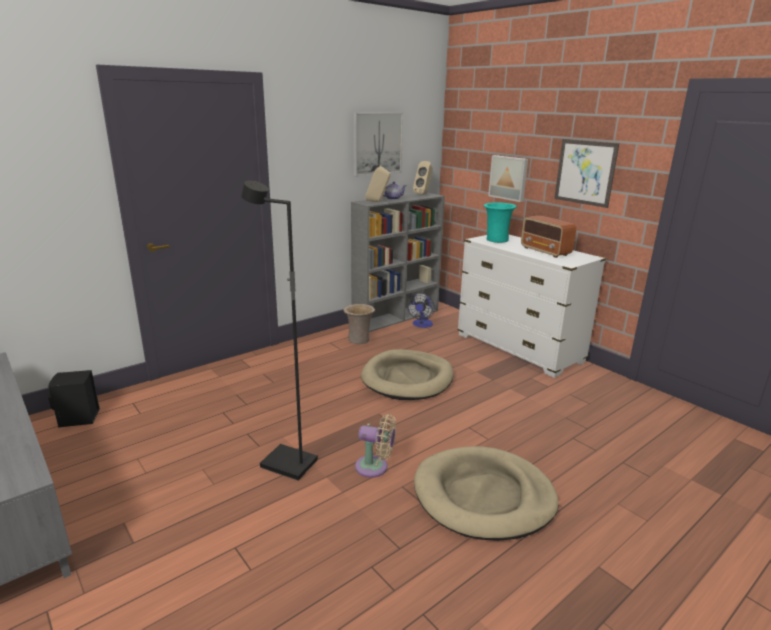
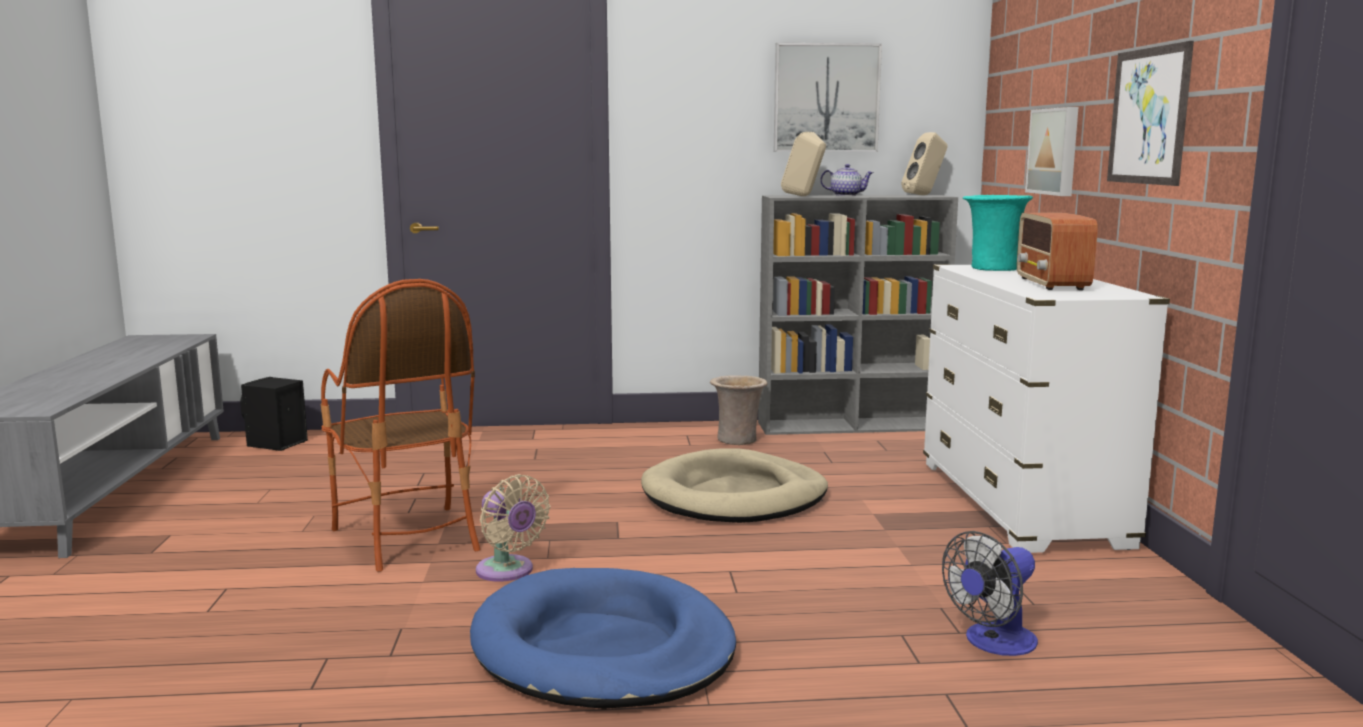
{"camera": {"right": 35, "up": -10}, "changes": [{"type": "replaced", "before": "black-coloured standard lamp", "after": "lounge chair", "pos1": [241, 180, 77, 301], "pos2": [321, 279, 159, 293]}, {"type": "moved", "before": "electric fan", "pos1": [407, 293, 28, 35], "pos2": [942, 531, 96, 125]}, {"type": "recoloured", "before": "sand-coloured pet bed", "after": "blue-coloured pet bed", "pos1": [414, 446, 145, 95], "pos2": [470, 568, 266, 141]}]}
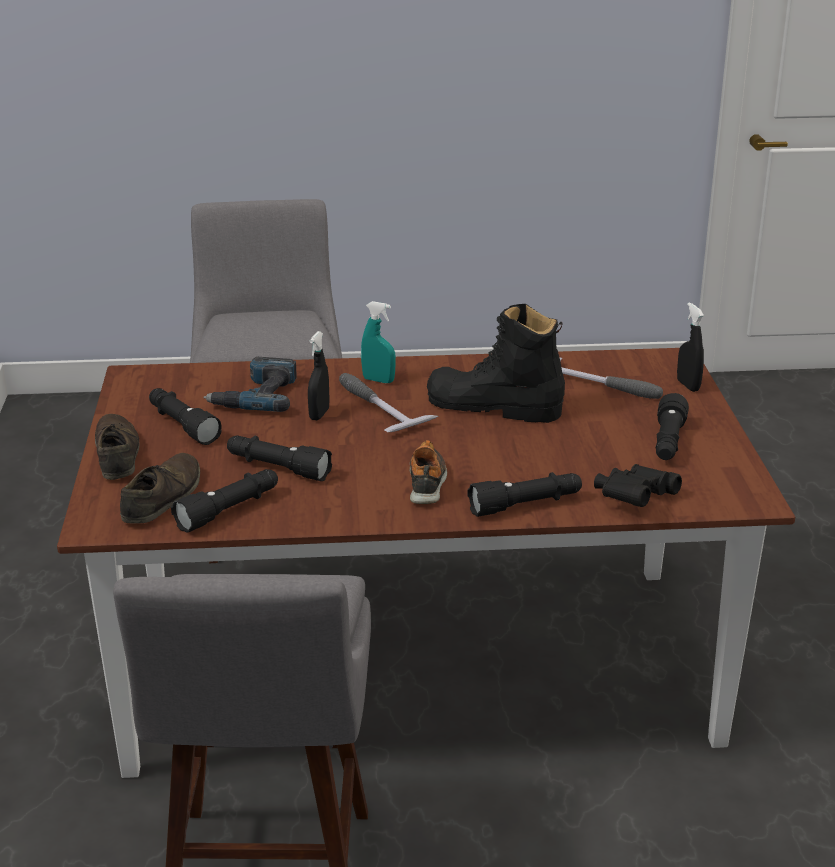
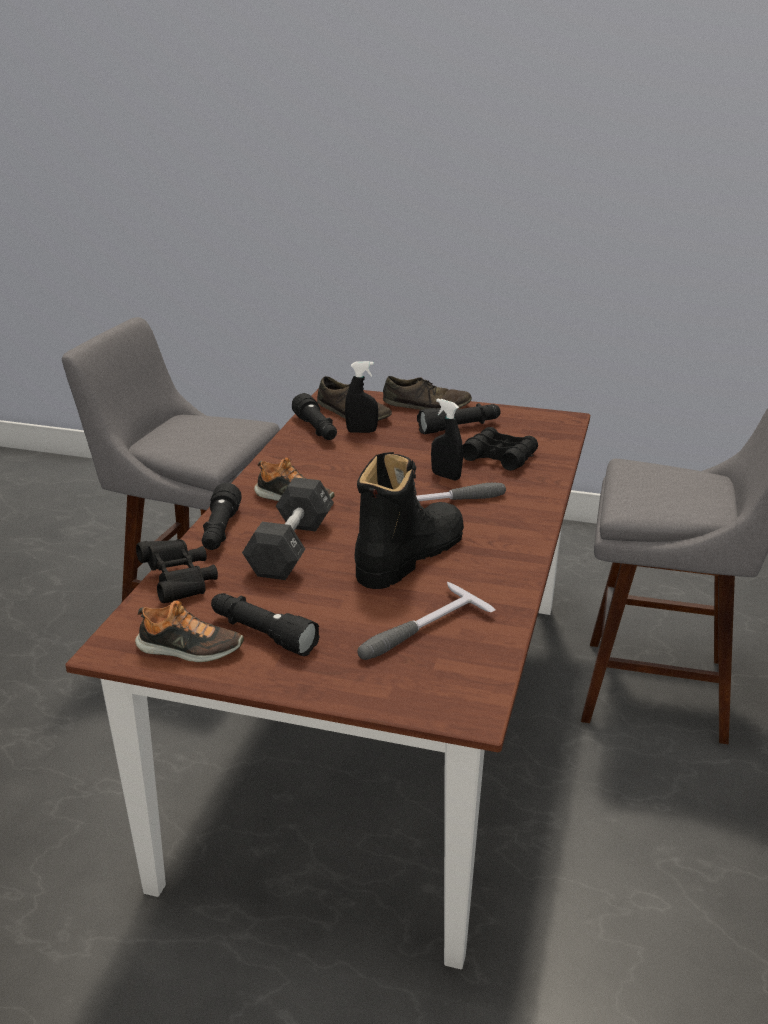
{"camera": {"right": 110, "up": 0}, "changes": [{"type": "removed", "before": "turquoise-coloured spray bottle", "pos1": [361, 301, 35, 82]}, {"type": "moved", "before": "black-coloured spray bottle", "pos1": [677, 302, 27, 90], "pos2": [345, 361, 33, 72]}, {"type": "replaced", "before": "power drill", "after": "black-coloured field glasses", "pos1": [203, 357, 94, 55], "pos2": [463, 427, 75, 44]}, {"type": "removed", "before": "black-coloured flashlight", "pos1": [227, 435, 105, 46]}, {"type": "added", "after": "black-coloured hand weight", "pos2": [242, 477, 92, 103]}, {"type": "added", "after": "item of footwear", "pos2": [135, 601, 109, 61]}]}
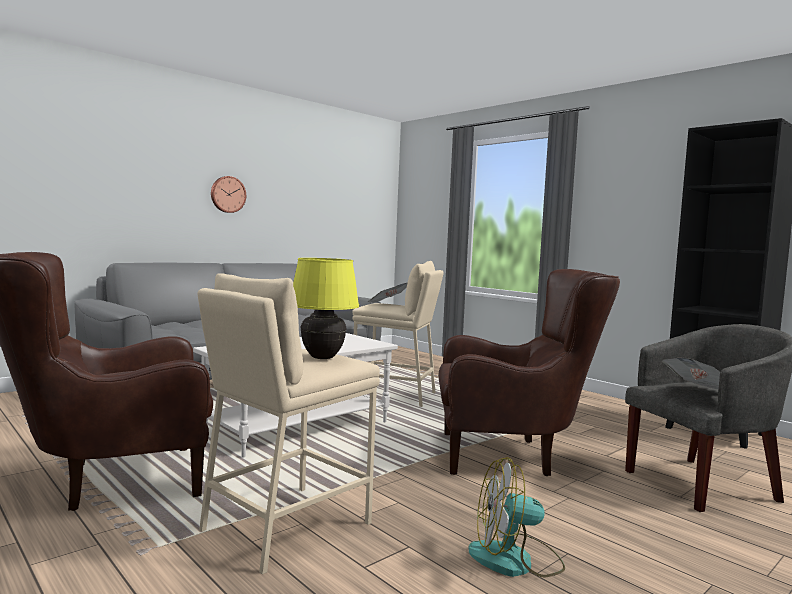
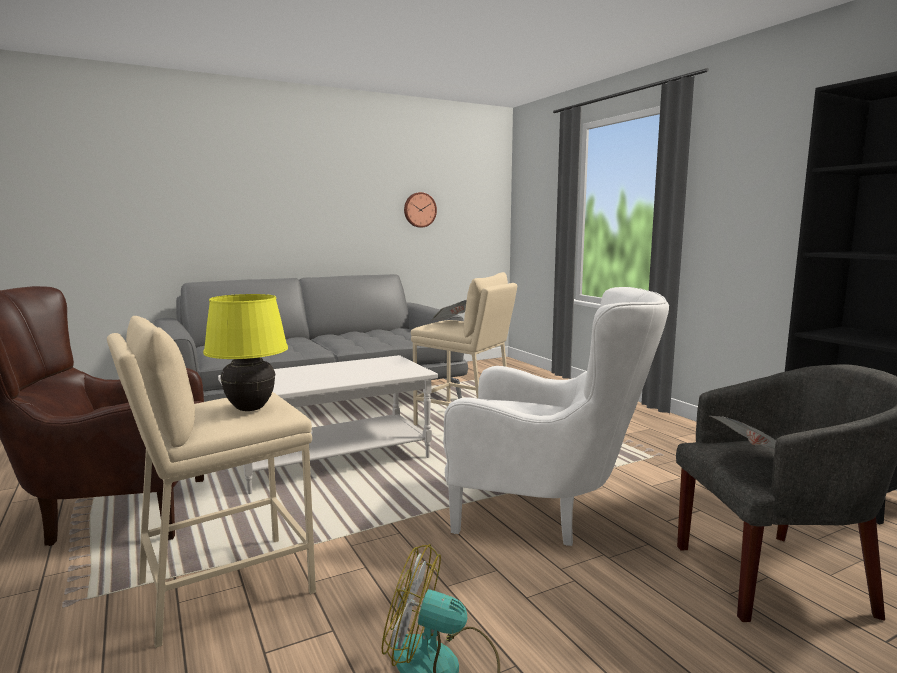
{"camera": {"right": 15, "up": 5}, "changes": [{"type": "moved", "before": "clock on the wall", "pos1": [211, 176, 35, 37], "pos2": [404, 192, 33, 35]}, {"type": "recoloured", "before": "brown-coloured lounge chair", "after": "whitish lounge chair", "pos1": [439, 269, 181, 207], "pos2": [443, 287, 226, 259]}]}
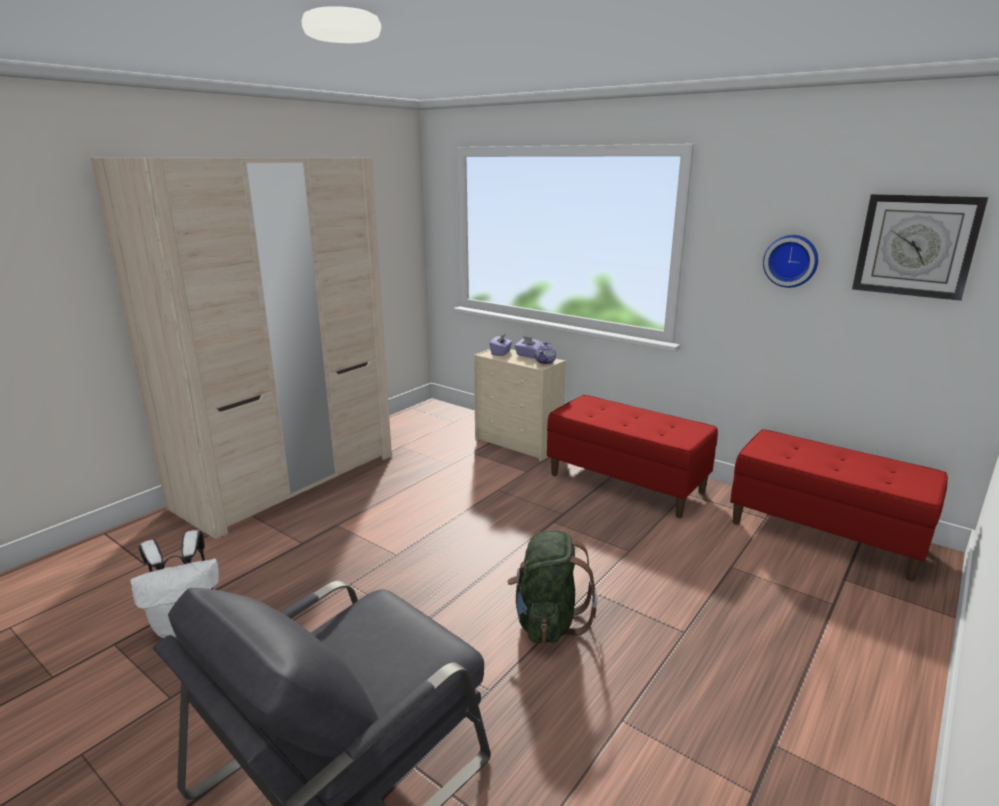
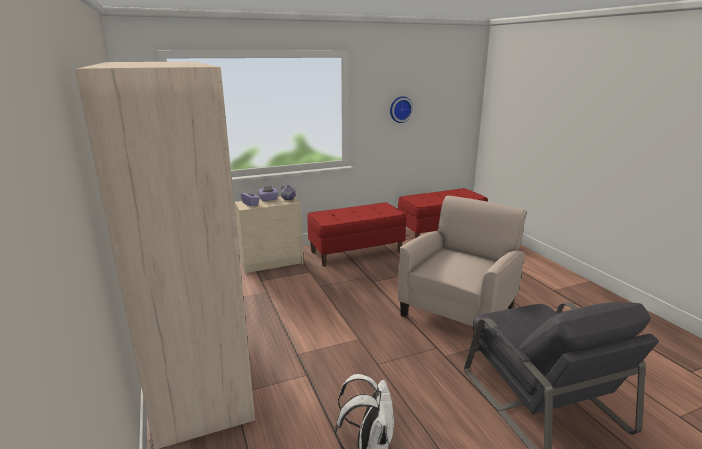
{"camera": {"right": -60, "up": 0}, "changes": [{"type": "removed", "before": "clock on the wall", "pos1": [852, 194, 136, 107]}, {"type": "replaced", "before": "green backpack", "after": "sand-coloured lounge chair", "pos1": [507, 530, 90, 114], "pos2": [398, 196, 129, 130]}]}
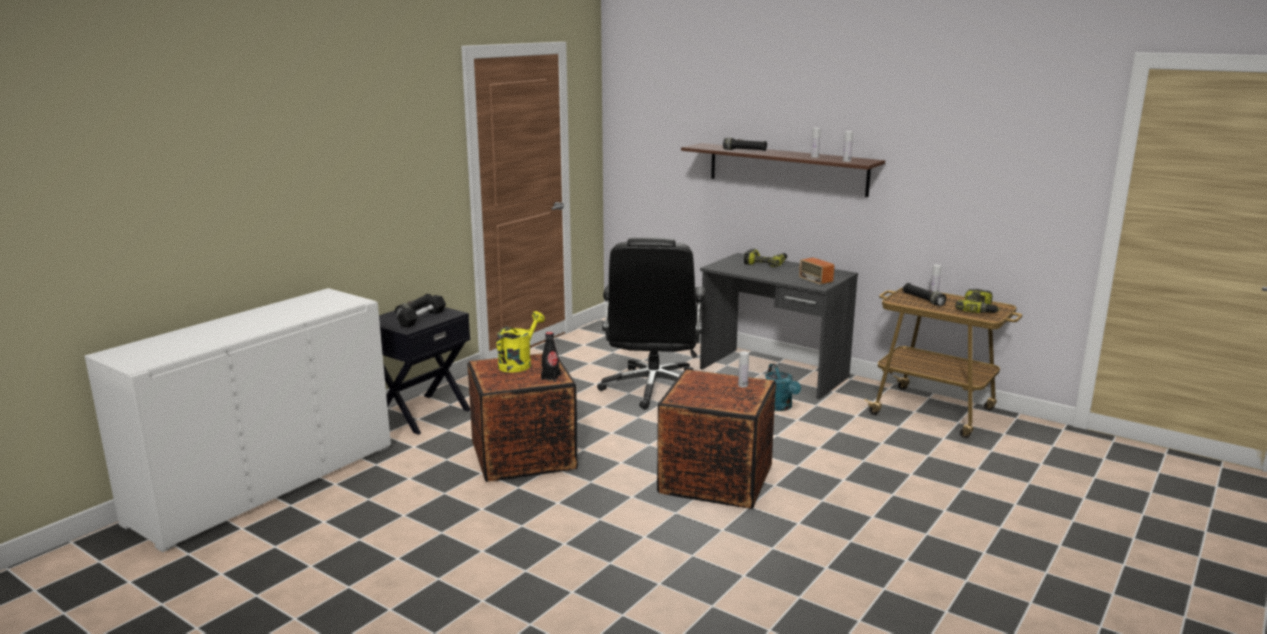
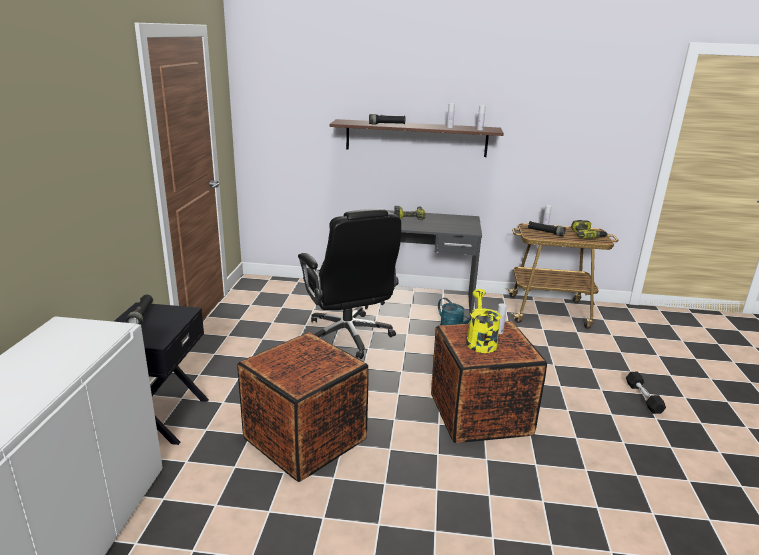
{"camera": {"right": -30, "up": 5}, "changes": [{"type": "removed", "before": "radio", "pos1": [793, 258, 41, 27]}, {"type": "moved", "before": "black-coloured hand weight", "pos1": [397, 295, 49, 33], "pos2": [626, 372, 40, 42]}, {"type": "moved", "before": "yellow-coloured sprinkling can", "pos1": [497, 311, 48, 61], "pos2": [466, 289, 35, 64]}, {"type": "removed", "before": "black-coloured drink bottle", "pos1": [541, 332, 19, 49]}]}
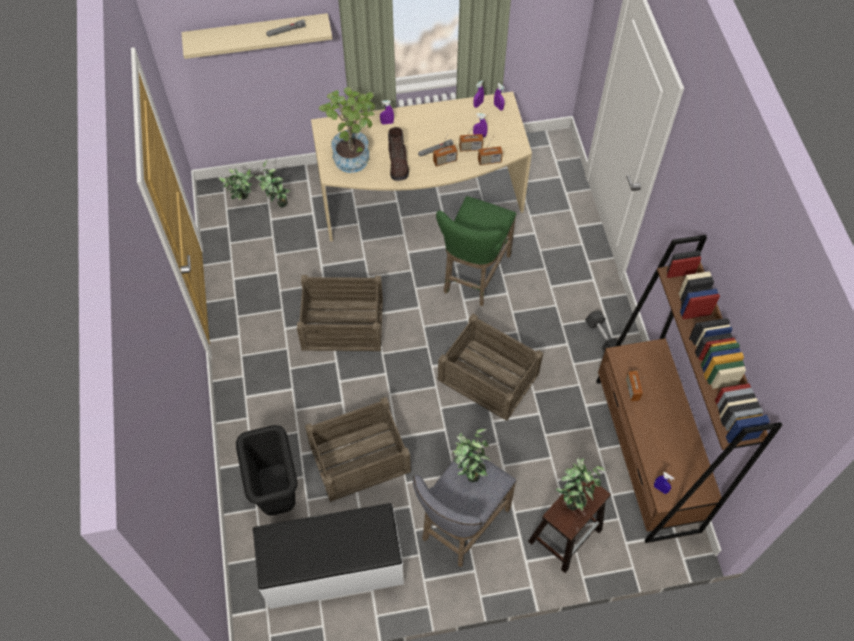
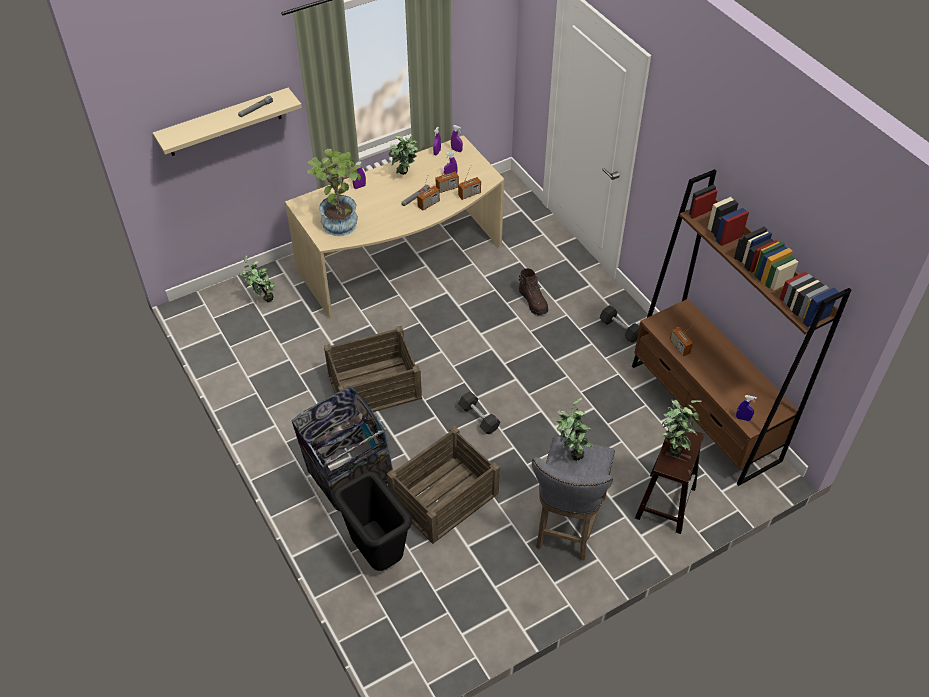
{"camera": {"right": -20, "up": -10}, "changes": [{"type": "moved", "before": "brown-coloured high-top boot", "pos1": [388, 127, 21, 54], "pos2": [519, 268, 29, 47]}, {"type": "moved", "before": "plant in a pot", "pos1": [218, 169, 36, 31], "pos2": [388, 136, 30, 39]}, {"type": "removed", "before": "green stool", "pos1": [436, 196, 81, 110]}, {"type": "removed", "before": "shipping crate", "pos1": [438, 314, 105, 107]}, {"type": "removed", "before": "whitish indoor bench", "pos1": [253, 503, 151, 106]}, {"type": "added", "after": "rubbish bin", "pos2": [292, 385, 102, 126]}, {"type": "added", "after": "black-coloured hand weight", "pos2": [458, 392, 43, 42]}]}
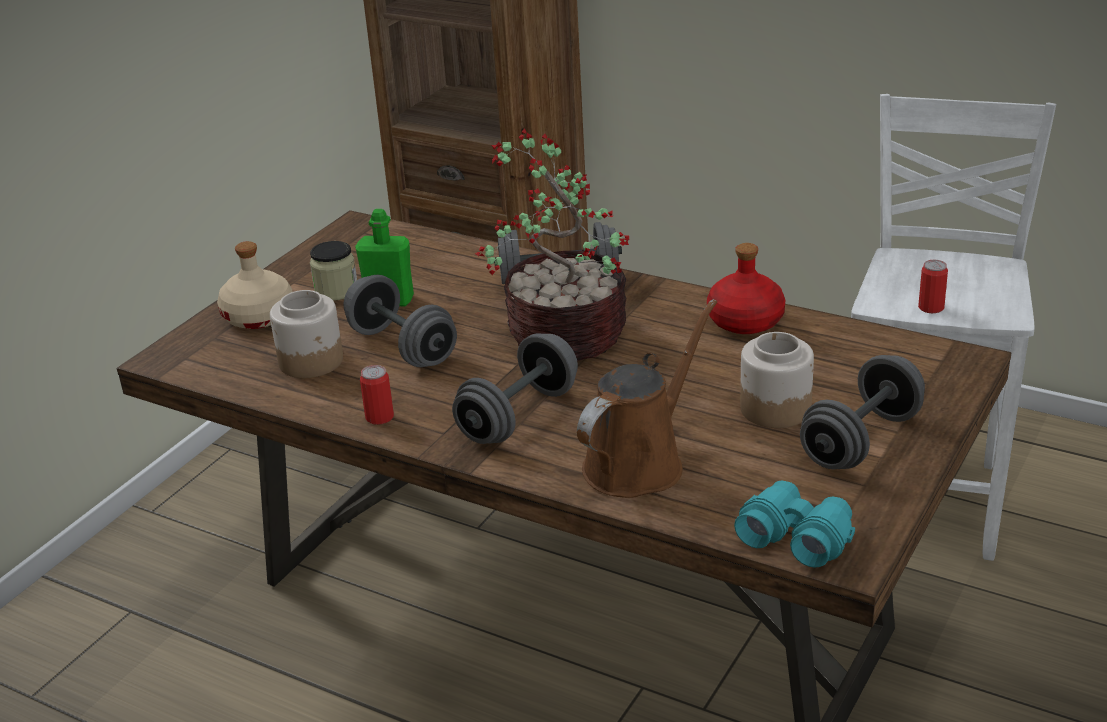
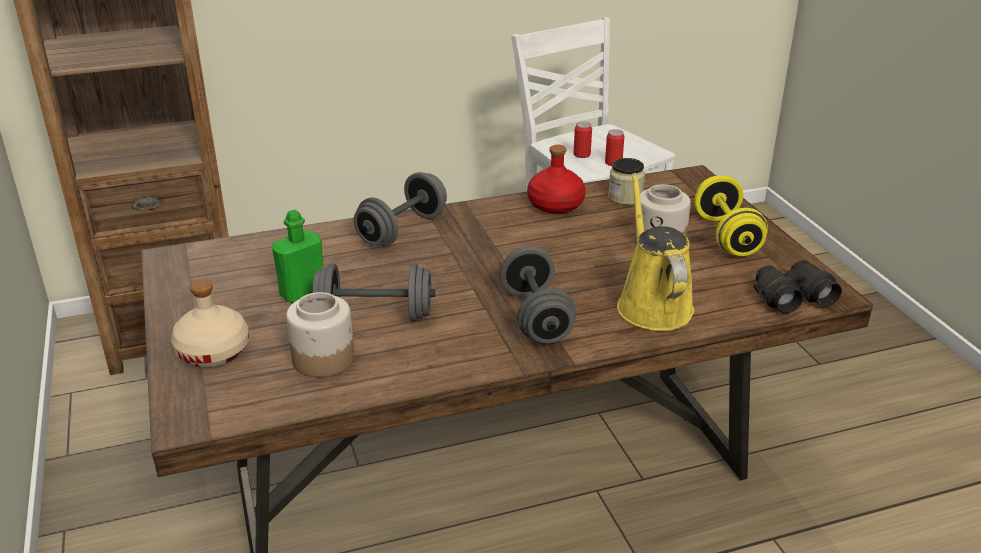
{"camera": {"right": -50, "up": 0}, "changes": [{"type": "removed", "before": "plant in a pot", "pos1": [475, 128, 154, 233]}, {"type": "moved", "before": "storage jar", "pos1": [310, 241, 47, 60], "pos2": [608, 158, 37, 47]}, {"type": "recoloured", "before": "brown-coloured sprinkling can", "after": "yellow-coloured sprinkling can", "pos1": [577, 299, 140, 199], "pos2": [617, 173, 77, 158]}, {"type": "recoloured", "before": "greyish hand weight", "after": "yellow-coloured hand weight", "pos1": [800, 355, 125, 114], "pos2": [694, 175, 74, 81]}, {"type": "moved", "before": "sealed can", "pos1": [360, 365, 34, 60], "pos2": [573, 121, 19, 37]}, {"type": "recoloured", "before": "turquoise-coloured field glasses", "after": "black-coloured field glasses", "pos1": [734, 481, 121, 87], "pos2": [754, 260, 88, 53]}]}
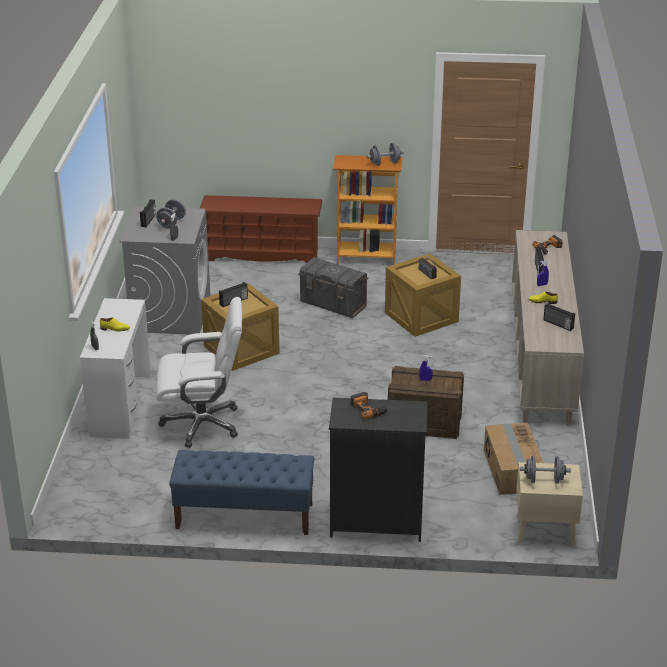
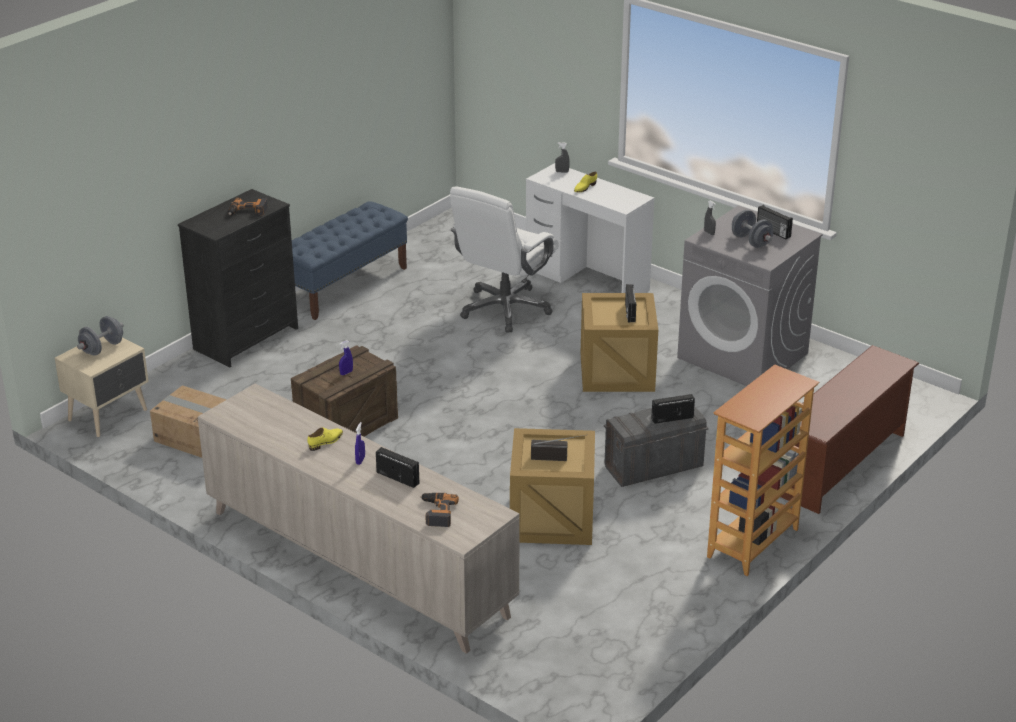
{"camera": {"right": 125, "up": 0}, "changes": [{"type": "removed", "before": "greyish hand weight", "pos1": [366, 143, 38, 23]}, {"type": "moved", "before": "radio", "pos1": [543, 303, 32, 28], "pos2": [651, 394, 44, 30]}]}
